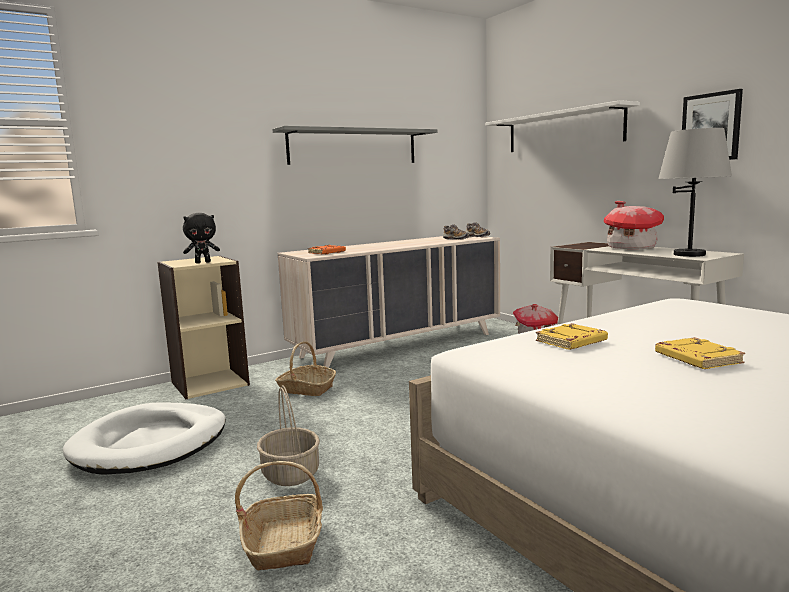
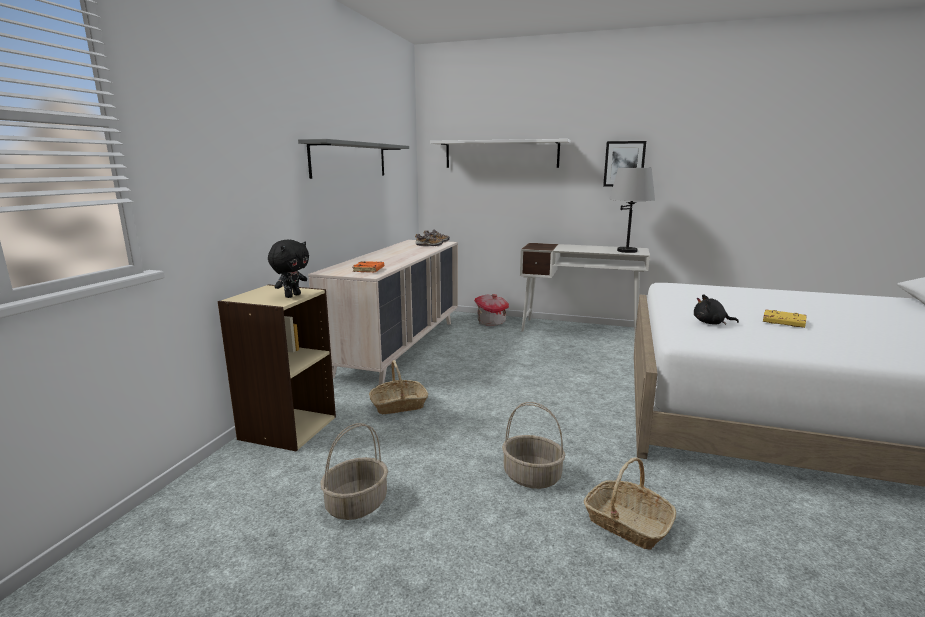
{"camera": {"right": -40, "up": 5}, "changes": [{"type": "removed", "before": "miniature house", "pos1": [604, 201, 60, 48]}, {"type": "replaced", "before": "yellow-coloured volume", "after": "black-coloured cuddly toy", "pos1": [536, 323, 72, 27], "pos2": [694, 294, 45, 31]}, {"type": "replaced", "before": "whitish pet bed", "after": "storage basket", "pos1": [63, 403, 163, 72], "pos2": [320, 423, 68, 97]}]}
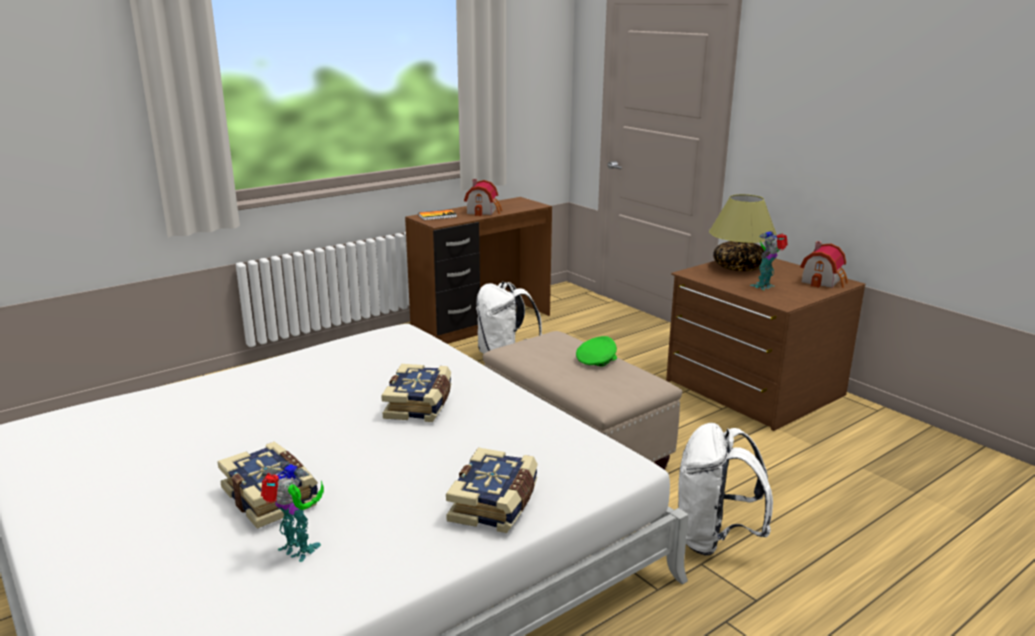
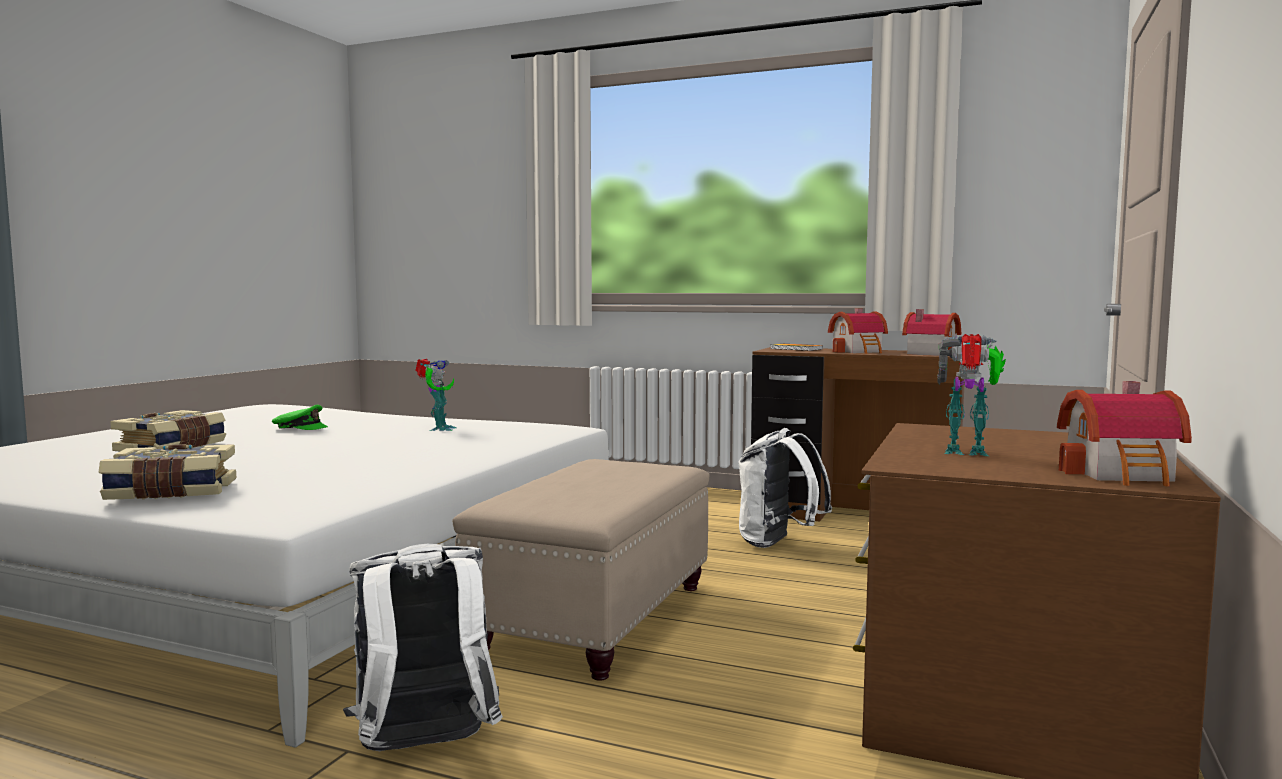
{"camera": {"right": 60, "up": -15}, "changes": [{"type": "removed", "before": "lamp for a table", "pos1": [709, 194, 68, 77]}, {"type": "moved", "before": "green peaked cap", "pos1": [576, 336, 41, 31], "pos2": [272, 405, 56, 25]}, {"type": "removed", "before": "volume", "pos1": [381, 364, 71, 58]}, {"type": "moved", "before": "model robot", "pos1": [260, 461, 64, 101], "pos2": [415, 358, 41, 73]}, {"type": "added", "after": "miniature house", "pos2": [902, 309, 59, 47]}]}
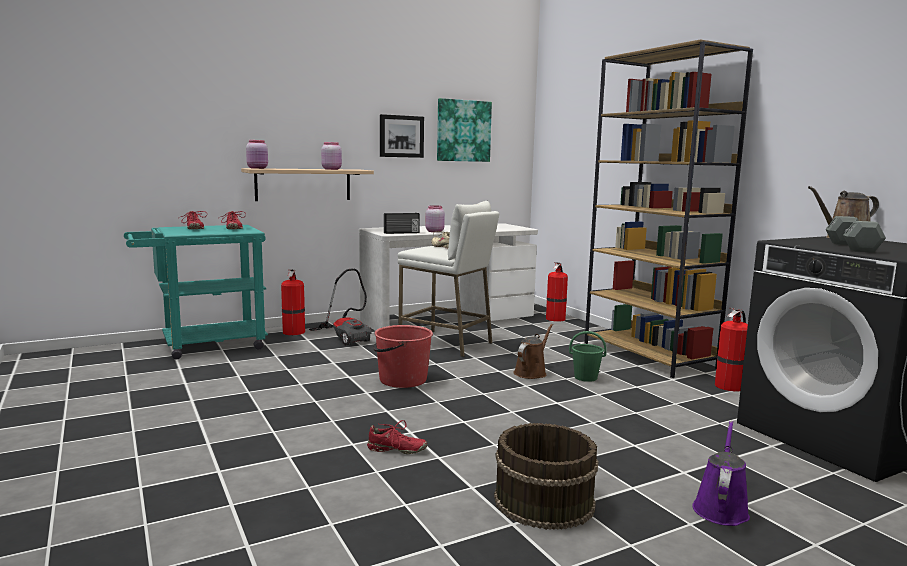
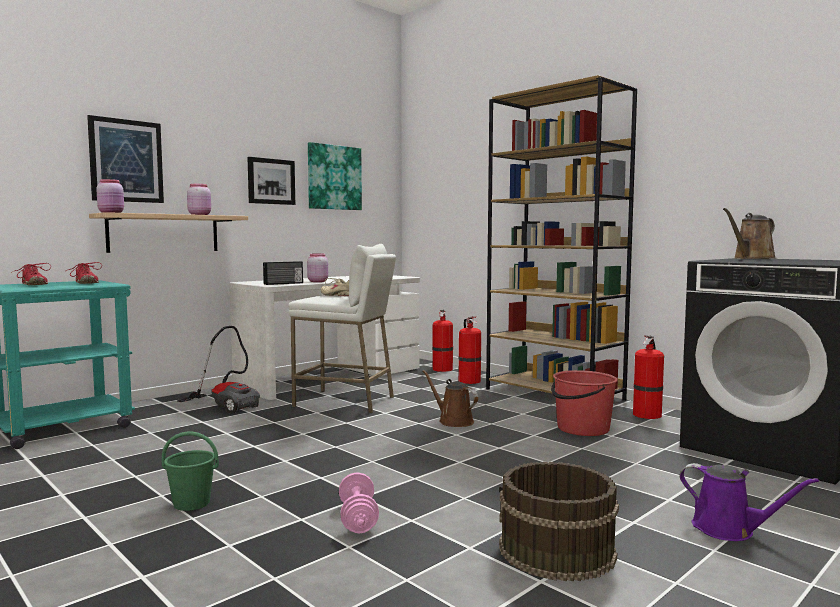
{"camera": {"right": -15, "up": -5}, "changes": [{"type": "removed", "before": "greyish hand weight", "pos1": [826, 216, 60, 37]}, {"type": "moved", "before": "extinguisher", "pos1": [281, 269, 24, 66], "pos2": [459, 316, 22, 68]}, {"type": "turned", "before": "brown-coloured sprinkling can", "pos1": [514, 324, 39, 55], "pos2": [423, 370, 55, 57], "turn": -60}, {"type": "moved", "before": "red water bucket", "pos1": [373, 325, 60, 63], "pos2": [551, 370, 67, 66]}, {"type": "moved", "before": "green water bucket", "pos1": [569, 331, 38, 51], "pos2": [162, 432, 57, 79]}, {"type": "replaced", "before": "red item of footwear", "after": "pink hand weight", "pos1": [367, 420, 60, 34], "pos2": [339, 472, 40, 62]}, {"type": "turned", "before": "purple-coloured sprinkling can", "pos1": [692, 421, 58, 105], "pos2": [680, 463, 139, 78], "turn": 120}, {"type": "added", "after": "wall art", "pos2": [87, 115, 77, 88]}]}
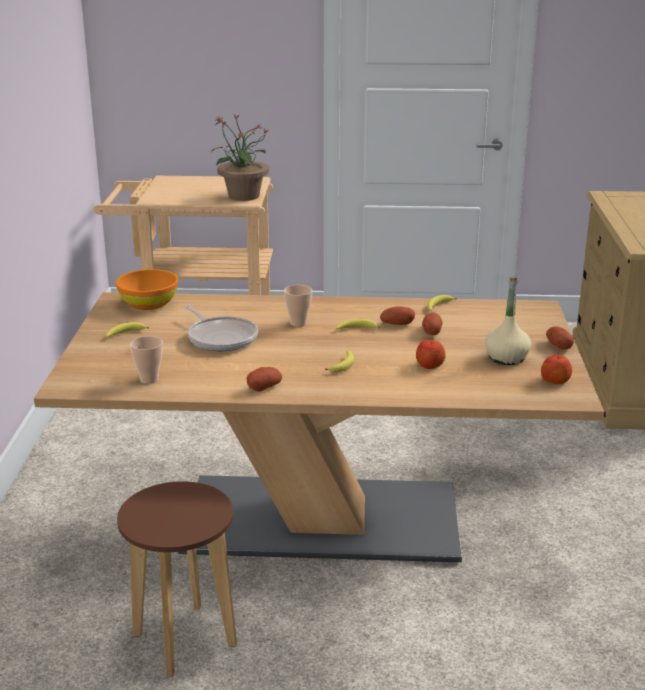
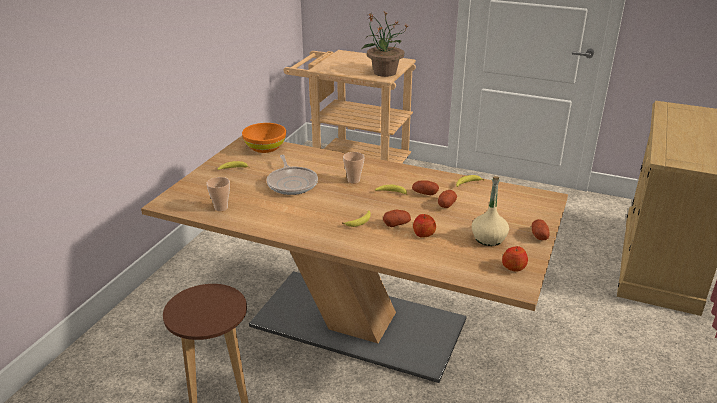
{"camera": {"right": 20, "up": 5}, "changes": [{"type": "moved", "before": "potato", "pos1": [247, 367, 35, 25], "pos2": [383, 210, 28, 17]}]}
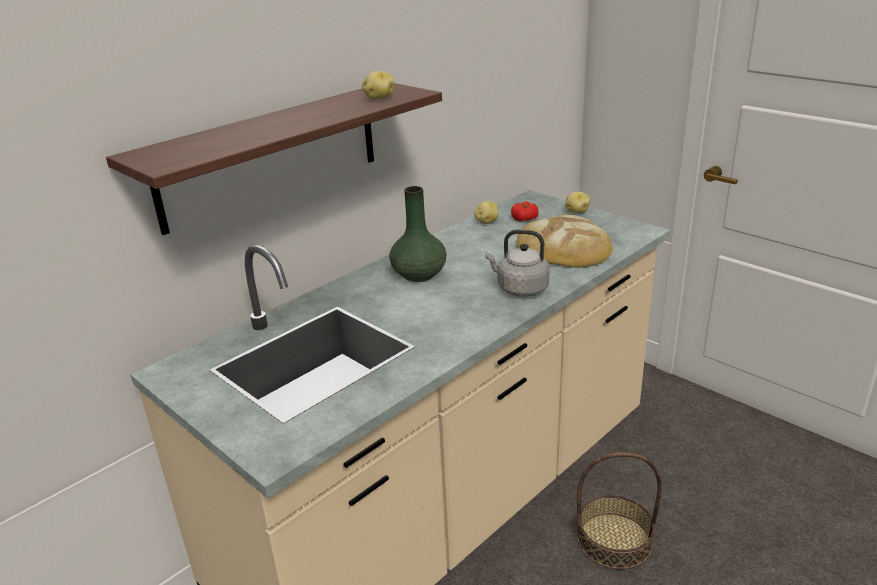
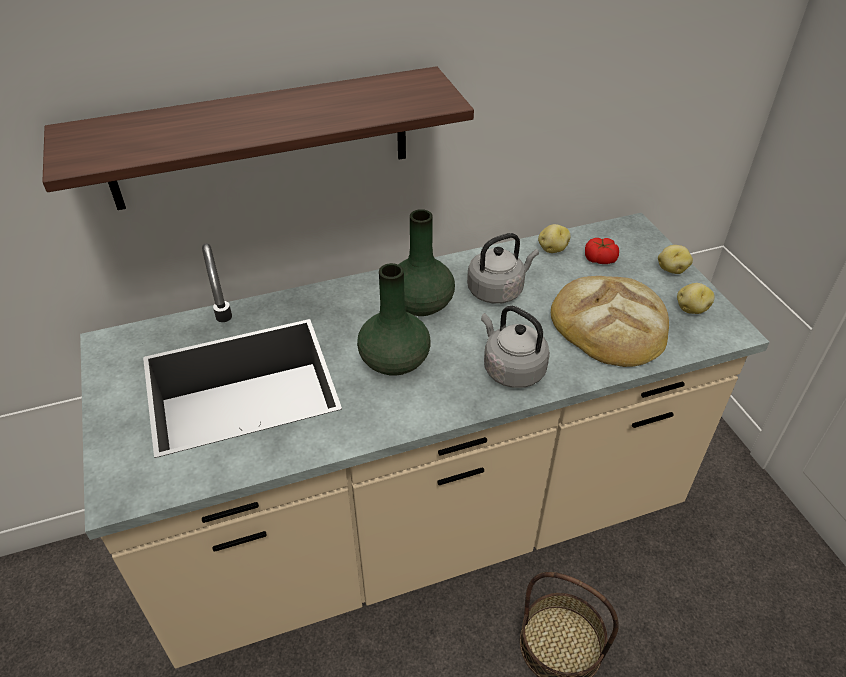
{"camera": {"right": 25, "up": 15}, "changes": [{"type": "moved", "before": "potato", "pos1": [362, 71, 33, 29], "pos2": [677, 283, 37, 31]}, {"type": "added", "after": "greyish tea kettle", "pos2": [467, 233, 72, 71]}, {"type": "added", "after": "green flower vase", "pos2": [357, 263, 74, 113]}]}
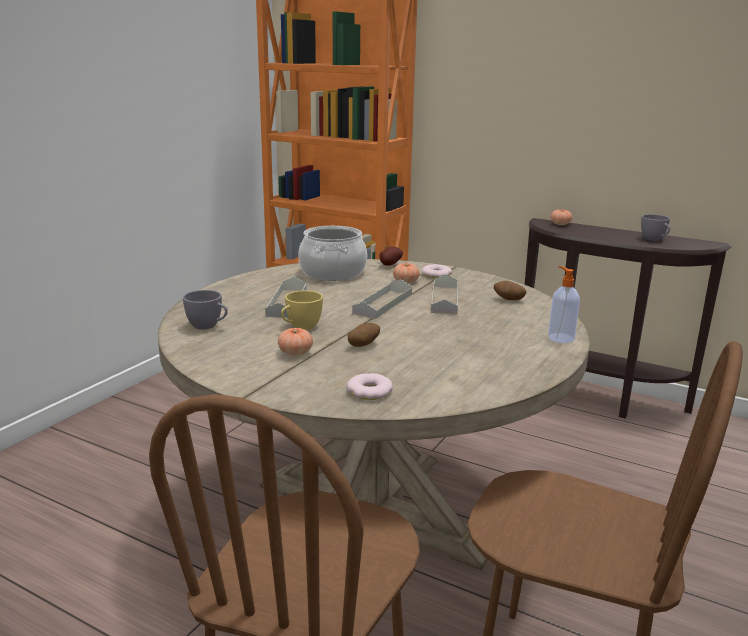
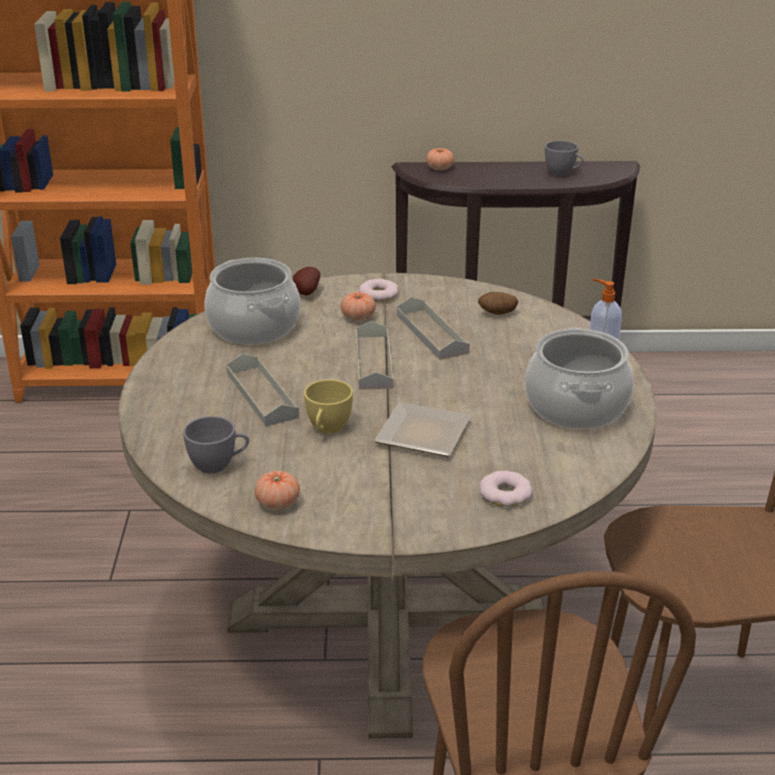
{"camera": {"right": -30, "up": 10}, "changes": [{"type": "replaced", "before": "potato", "after": "dinner plate", "pos1": [348, 323, 32, 24], "pos2": [374, 402, 97, 55]}, {"type": "moved", "before": "tomato", "pos1": [278, 328, 35, 28], "pos2": [254, 471, 46, 39]}, {"type": "added", "after": "cooking pot", "pos2": [525, 328, 108, 101]}]}
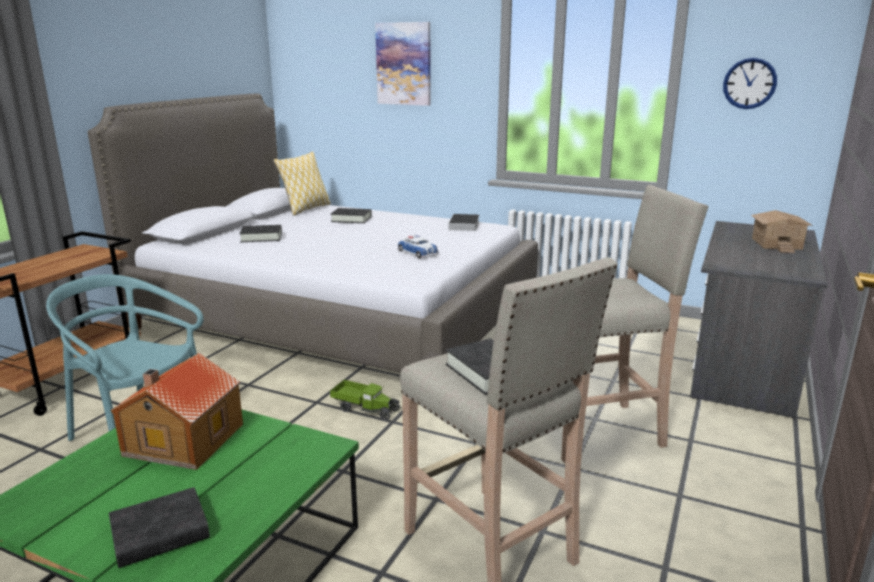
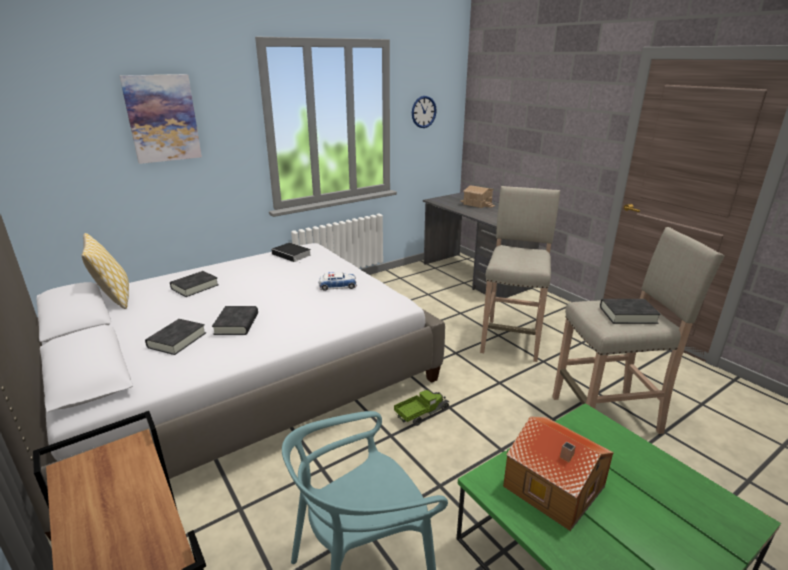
{"camera": {"right": -60, "up": 5}, "changes": [{"type": "moved", "before": "black-coloured volume", "pos1": [109, 487, 101, 81], "pos2": [212, 306, 46, 29]}]}
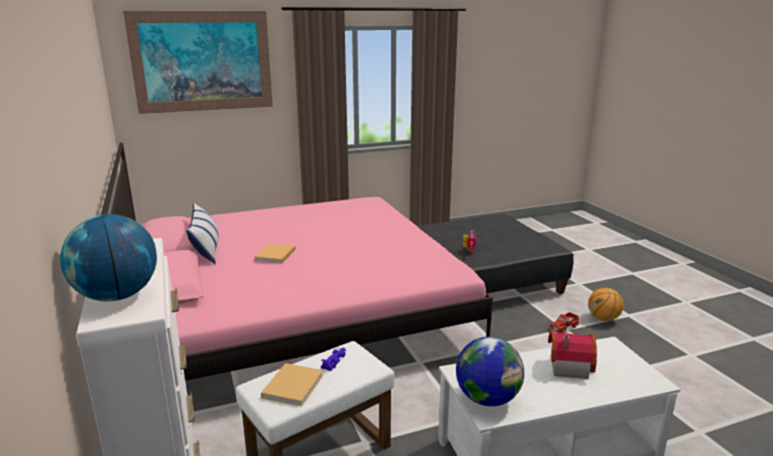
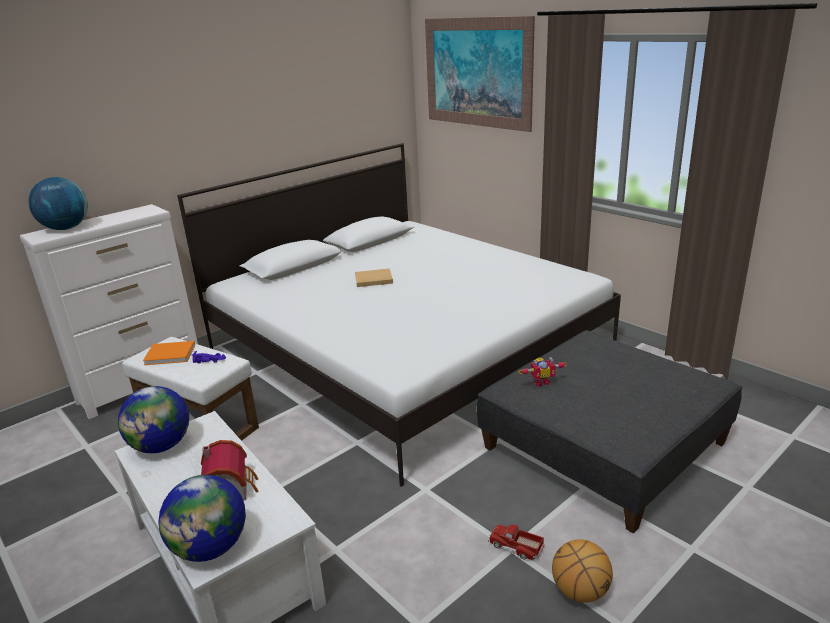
{"camera": {"right": 70, "up": 5}, "changes": [{"type": "recoloured", "before": "pink sleeping bed", "after": "whitish sleeping bed", "pos1": [101, 142, 392, 239], "pos2": [177, 143, 444, 344]}, {"type": "removed", "before": "cushion", "pos1": [186, 203, 33, 61]}, {"type": "recoloured", "before": "sand-coloured volume", "after": "orange-coloured volume", "pos1": [261, 363, 62, 44], "pos2": [143, 341, 52, 24]}, {"type": "added", "after": "globe", "pos2": [158, 475, 88, 87]}]}
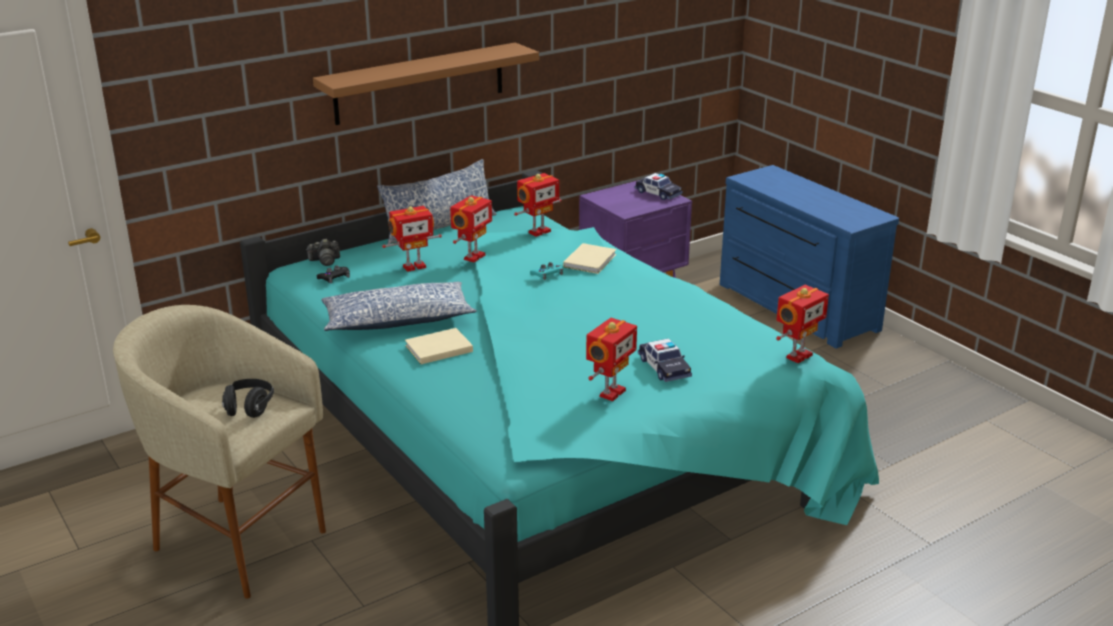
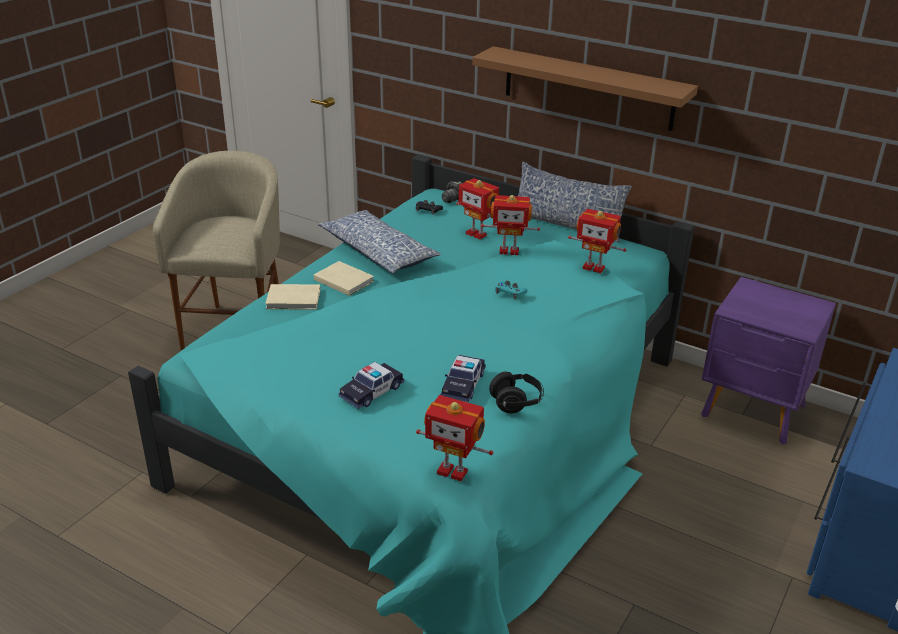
{"camera": {"right": 65, "up": 5}, "changes": [{"type": "moved", "before": "miniature car", "pos1": [635, 173, 48, 27], "pos2": [441, 355, 45, 47]}, {"type": "moved", "before": "sand-coloured volume", "pos1": [563, 243, 53, 31], "pos2": [265, 284, 55, 26]}, {"type": "removed", "before": "model robot", "pos1": [586, 318, 51, 83]}, {"type": "moved", "before": "black-coloured headset", "pos1": [222, 379, 52, 39], "pos2": [489, 372, 55, 41]}]}
